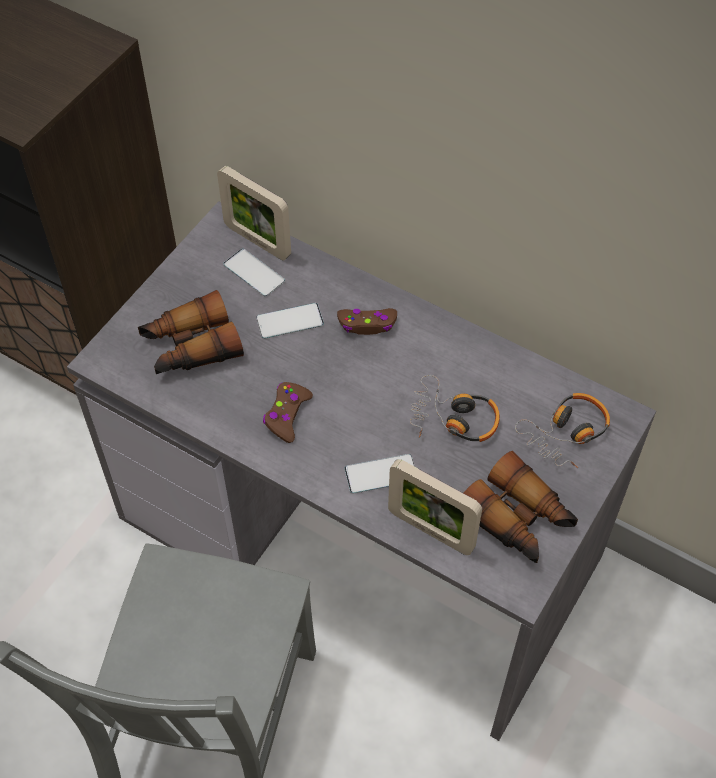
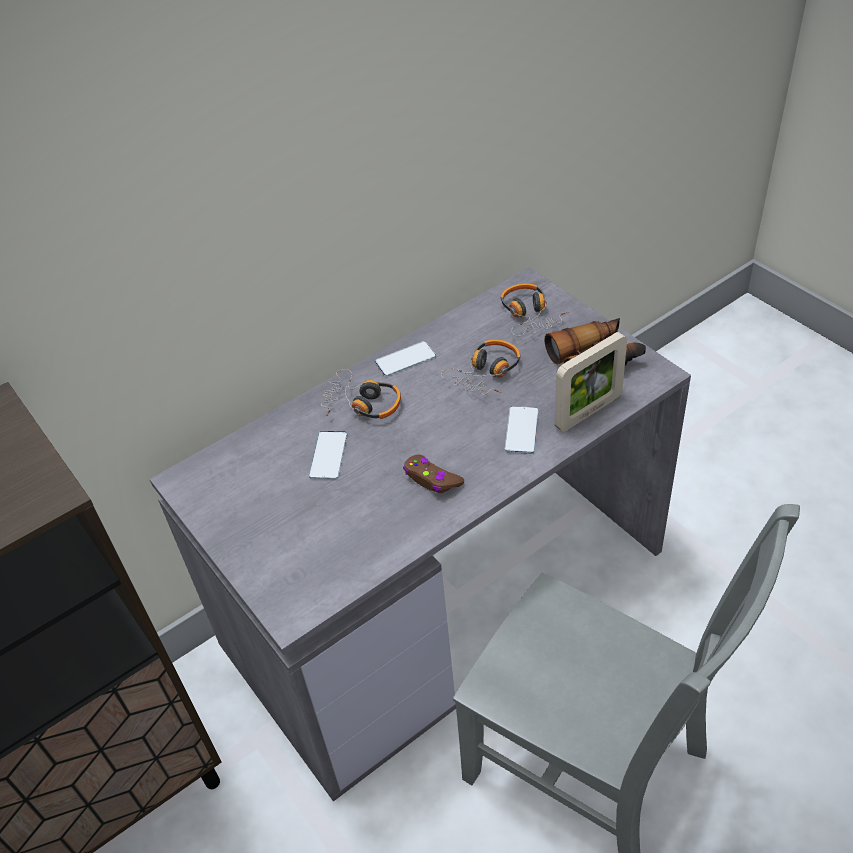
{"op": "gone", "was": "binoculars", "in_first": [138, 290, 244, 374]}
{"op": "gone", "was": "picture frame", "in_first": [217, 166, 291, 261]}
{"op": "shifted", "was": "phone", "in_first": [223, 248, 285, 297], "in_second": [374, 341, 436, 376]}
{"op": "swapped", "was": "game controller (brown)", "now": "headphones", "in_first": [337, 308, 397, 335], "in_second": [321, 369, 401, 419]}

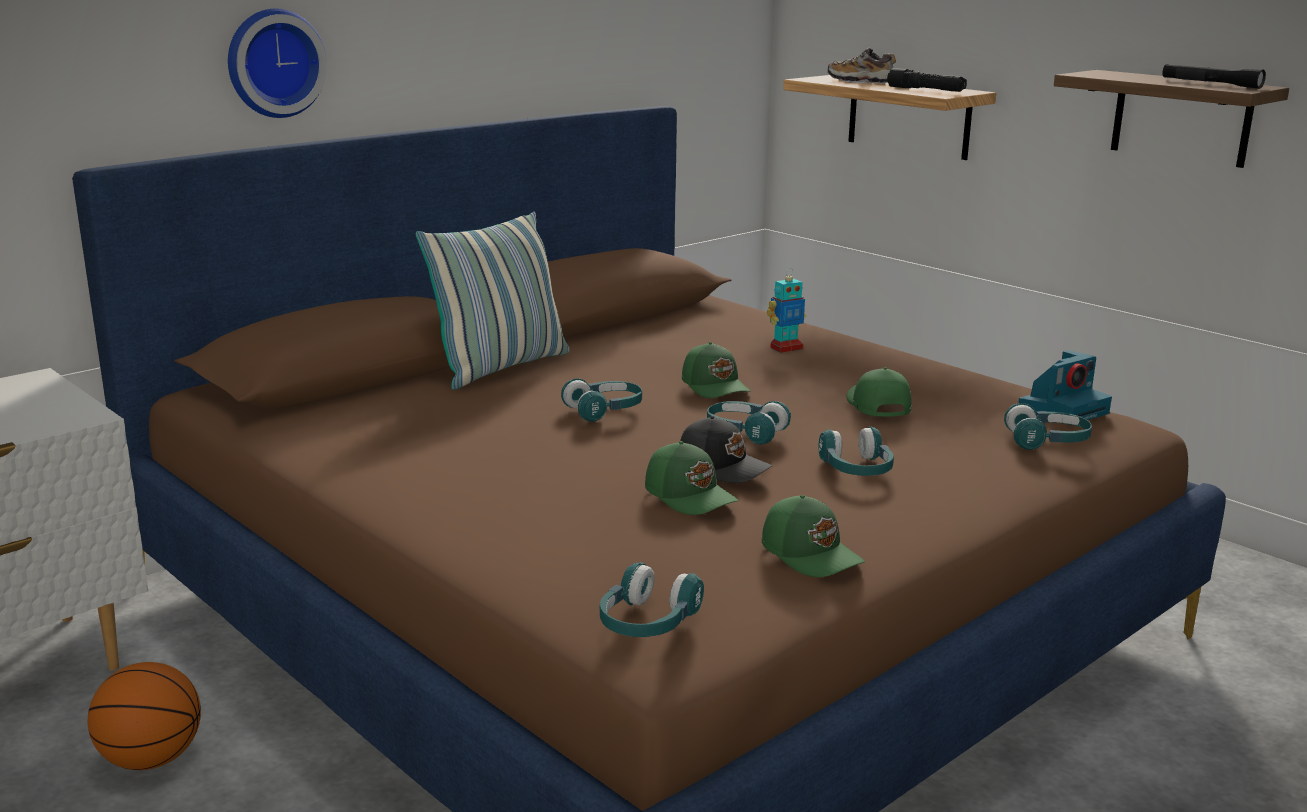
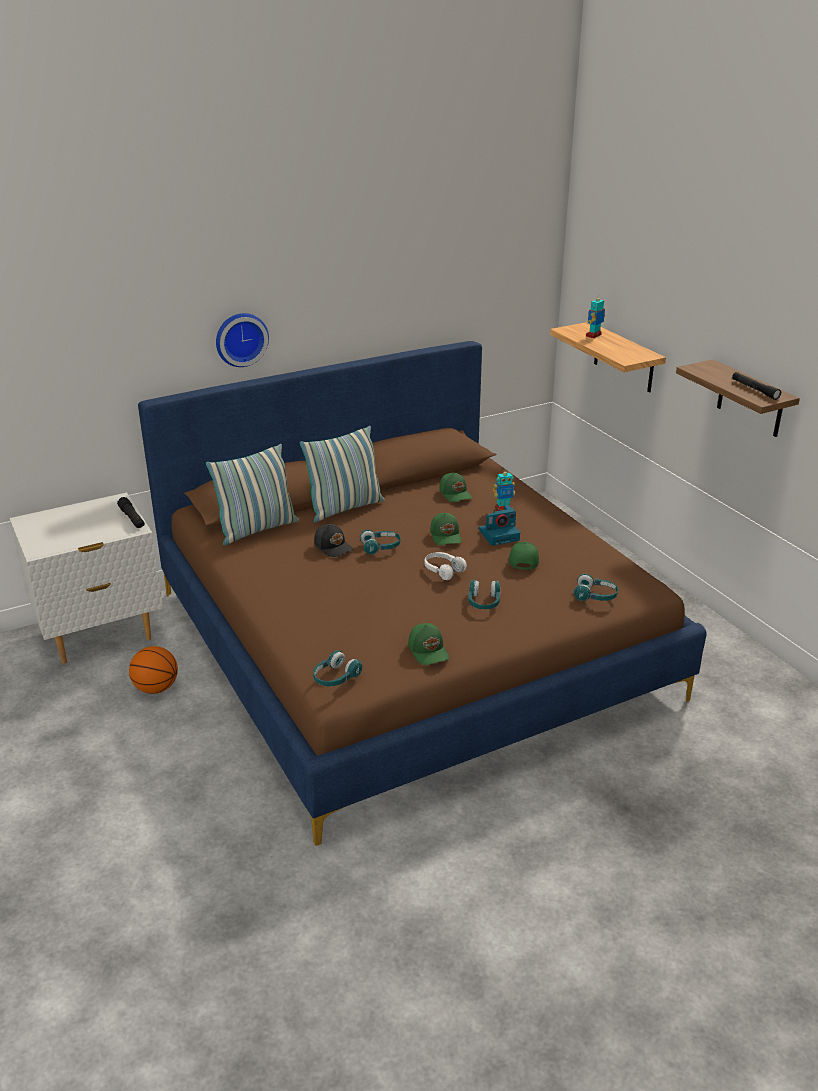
{"op": "shifted", "was": "cap (green)", "in_first": [645, 441, 739, 515], "in_second": [439, 473, 472, 502]}
{"op": "shifted", "was": "cap (black)", "in_first": [680, 416, 773, 483], "in_second": [314, 524, 353, 557]}
{"op": "repainted", "was": "headphones (turquoise)", "now": "headphones (white)", "in_first": [707, 401, 791, 445], "in_second": [425, 552, 467, 580]}
{"op": "swapped", "was": "shoe", "now": "toy robot", "in_first": [828, 47, 896, 84], "in_second": [586, 295, 605, 338]}
{"op": "shifted", "was": "flashlight (black)", "in_first": [887, 68, 967, 92], "in_second": [117, 497, 145, 528]}
{"op": "shifted", "was": "photo camera", "in_first": [1018, 350, 1112, 425], "in_second": [479, 505, 520, 546]}
{"op": "new", "now": "pillow", "in_second": [206, 444, 299, 545]}

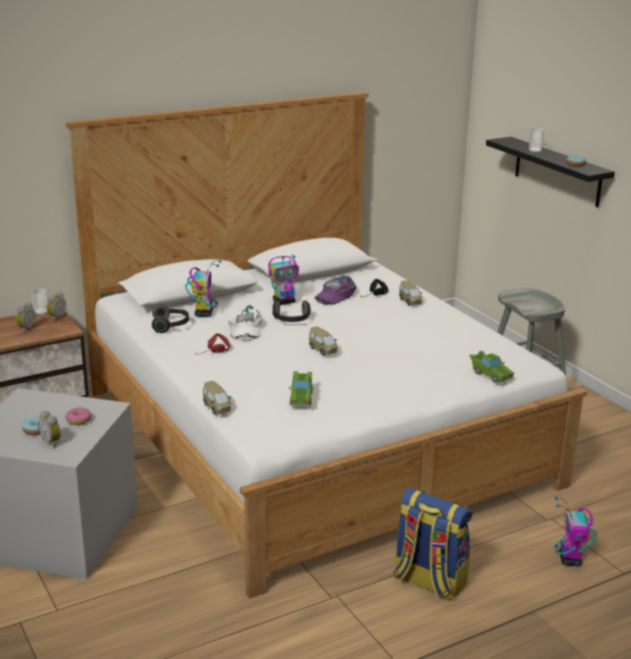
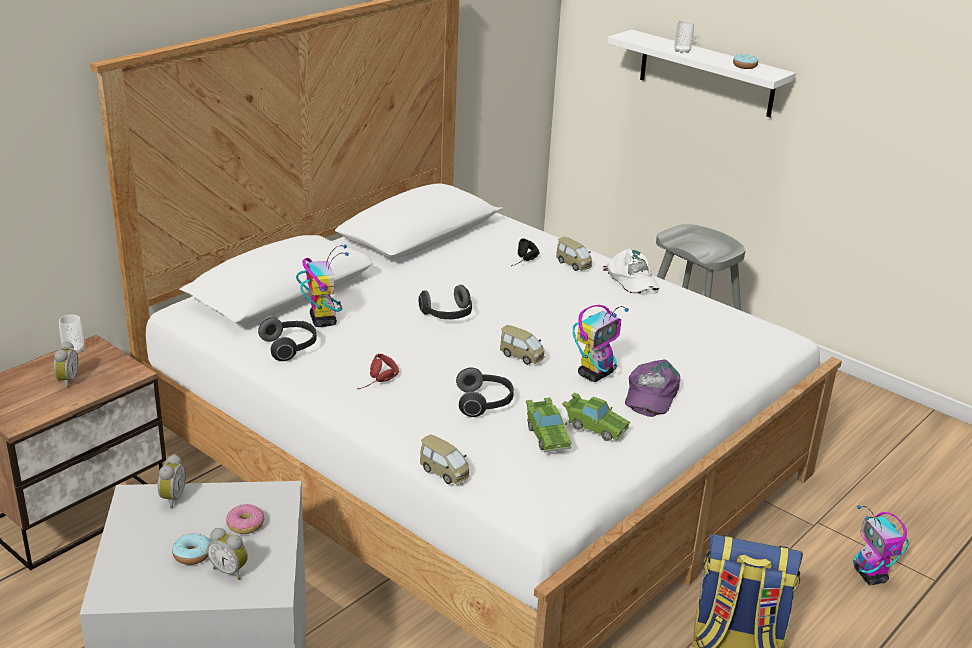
{"op": "shifted", "was": "alarm clock", "in_first": [47, 292, 67, 321], "in_second": [158, 454, 186, 508]}
{"op": "shifted", "was": "cap (white)", "in_first": [228, 304, 262, 340], "in_second": [602, 249, 660, 295]}
{"op": "shifted", "was": "toy robot", "in_first": [268, 255, 299, 305], "in_second": [573, 305, 629, 382]}
{"op": "shifted", "was": "cap (purple)", "in_first": [314, 276, 356, 305], "in_second": [625, 359, 680, 417]}
{"op": "shifted", "was": "toy car (green)", "in_first": [469, 351, 514, 383], "in_second": [562, 393, 630, 441]}
{"op": "repainted", "was": "shelf (black)", "now": "shelf (white)", "in_first": [486, 137, 615, 207], "in_second": [607, 29, 796, 117]}
{"op": "new", "now": "headphones", "in_second": [456, 367, 514, 417]}

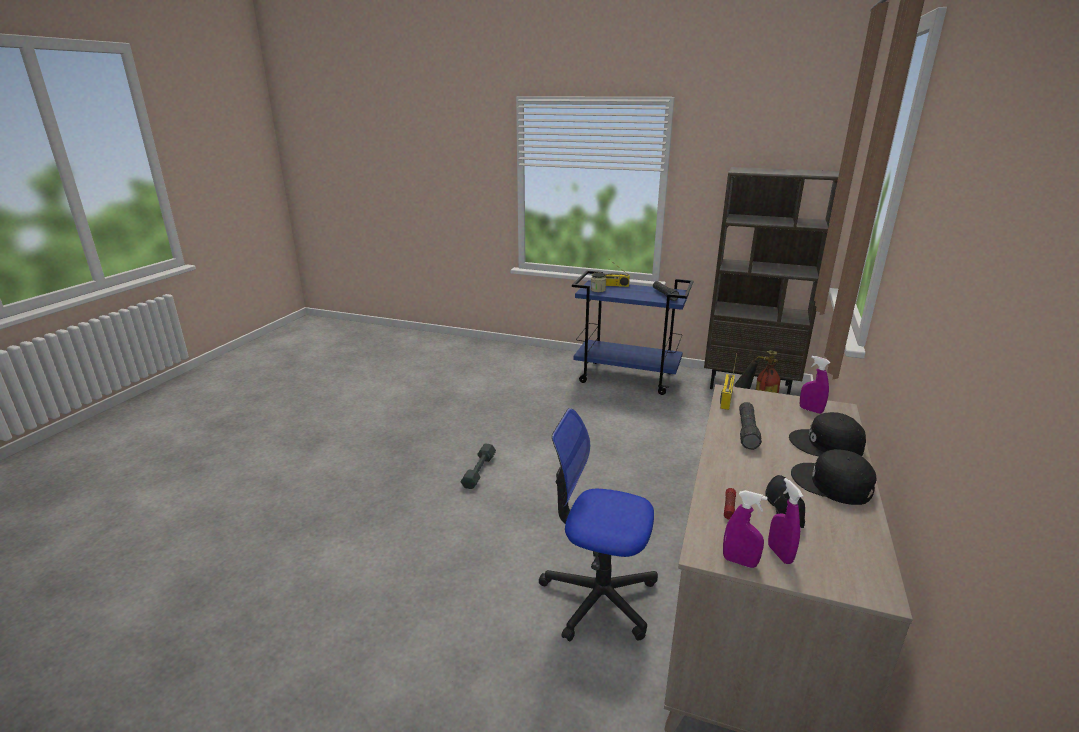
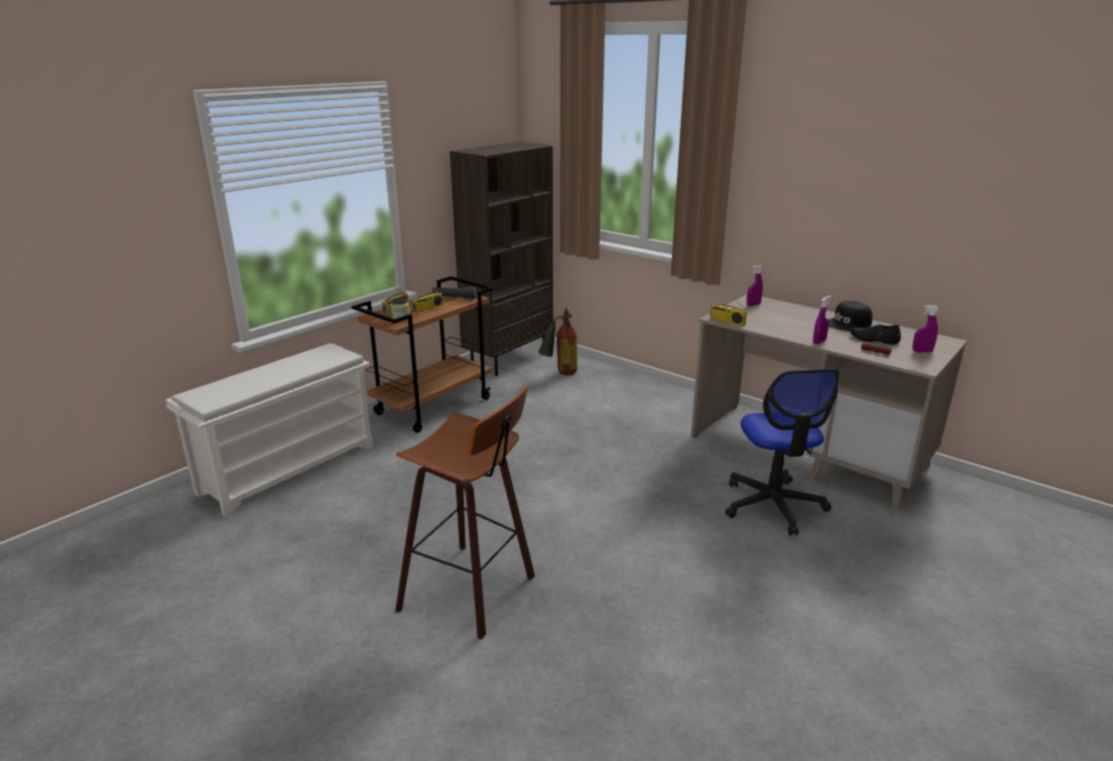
{"op": "gone", "was": "dumbbell (grey)", "in_first": [461, 443, 496, 489]}
{"op": "rotated", "was": "office chair", "in_first": [539, 408, 658, 642], "in_second": [725, 369, 839, 536], "clockwise": -45}
{"op": "repainted", "was": "cart (blue)", "now": "cart (brown)", "in_first": [572, 271, 693, 395], "in_second": [352, 276, 494, 433]}
{"op": "shifted", "was": "spray bottle (purple)", "in_first": [723, 490, 768, 568], "in_second": [813, 296, 831, 344]}
{"op": "gone", "was": "flashlight (black)", "in_first": [739, 402, 762, 450]}
{"op": "gone", "was": "cap (black)", "in_first": [789, 412, 866, 456]}
{"op": "new", "now": "shoe rack (white)", "in_second": [166, 343, 373, 517]}
{"op": "new", "now": "stool", "in_second": [395, 386, 535, 640]}
{"op": "new", "now": "radio", "in_second": [412, 279, 443, 313]}

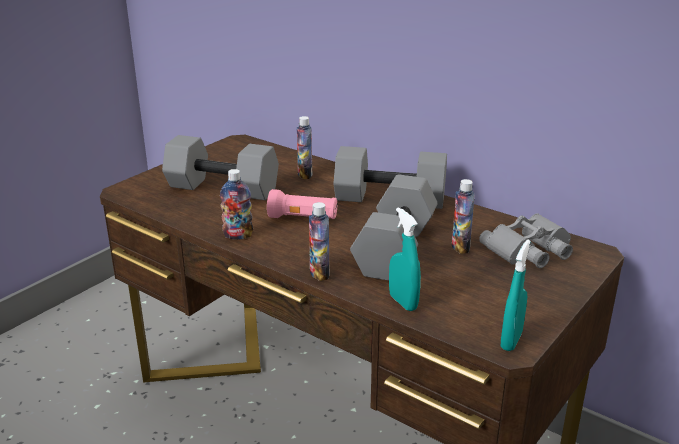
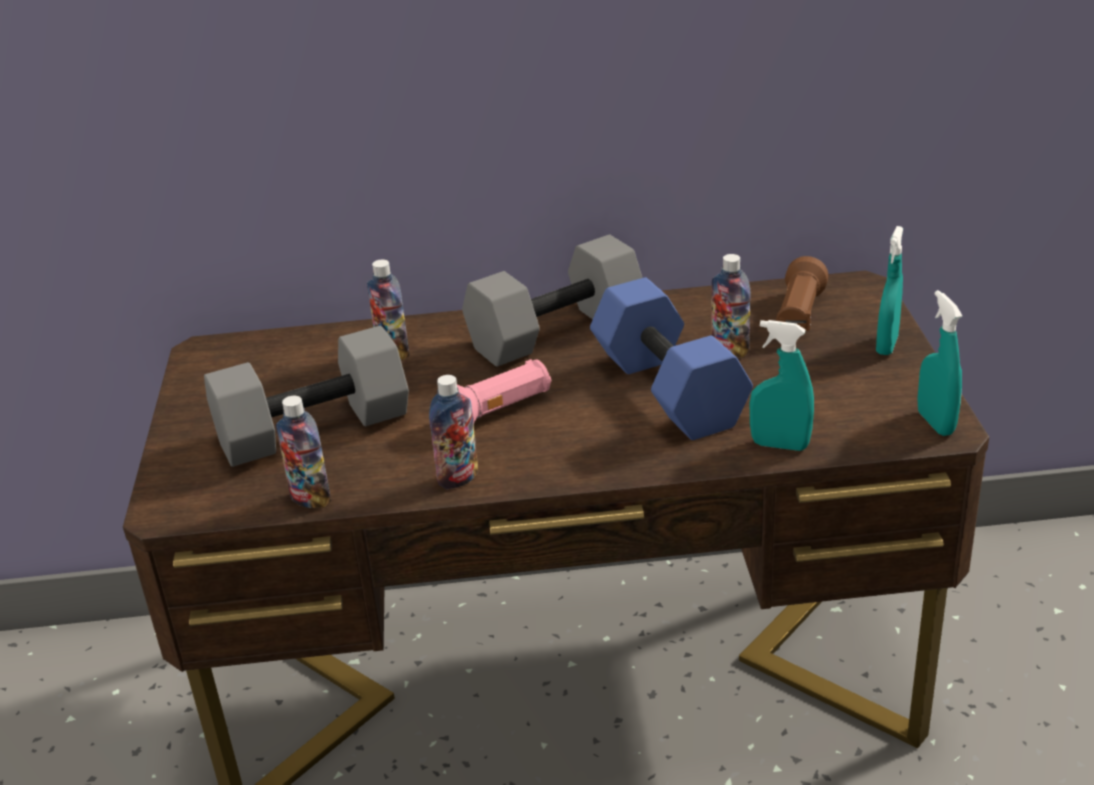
{"op": "shifted", "was": "bottle", "in_first": [309, 202, 329, 281], "in_second": [276, 396, 331, 508]}
{"op": "repainted", "was": "dumbbell (grey)", "now": "dumbbell (blue)", "in_first": [350, 174, 438, 281], "in_second": [590, 278, 753, 440]}
{"op": "swapped", "was": "binoculars (grey)", "now": "flashlight (brown)", "in_first": [479, 213, 573, 268], "in_second": [776, 256, 828, 331]}
{"op": "new", "now": "spray bottle (turquoise)", "in_second": [876, 226, 903, 355]}

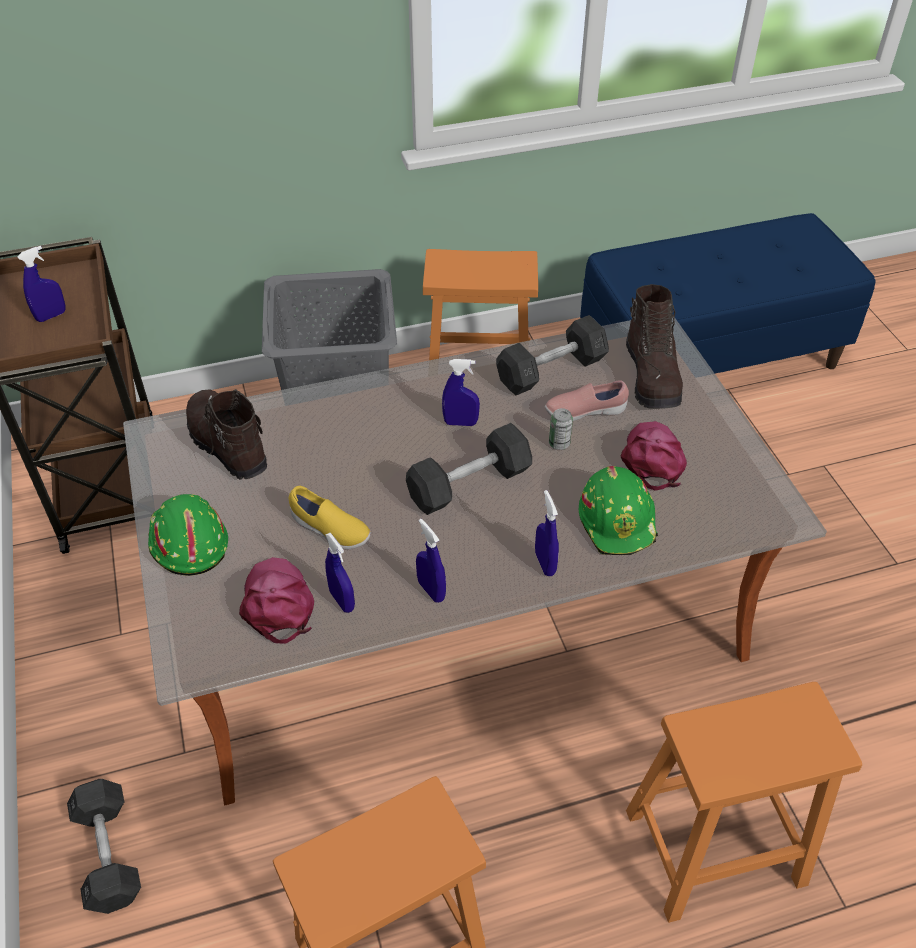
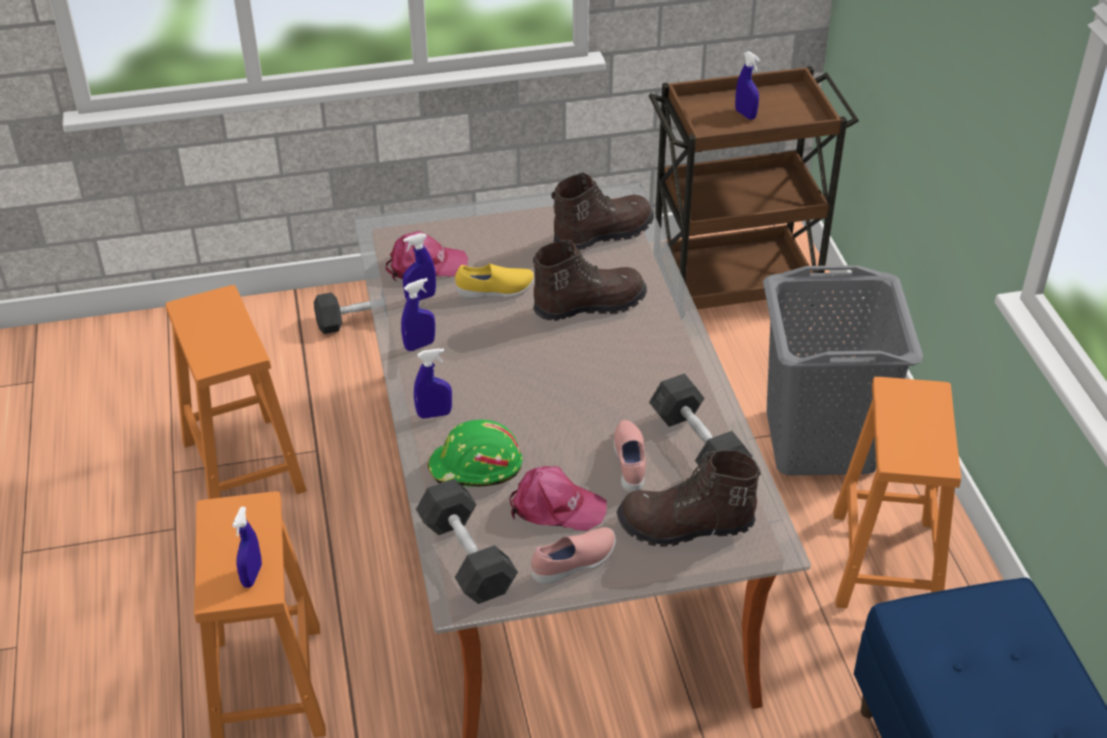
{"op": "gone", "was": "hard hat (green)", "in_first": [148, 494, 228, 576]}
{"op": "rotated", "was": "shoe (yellow)", "in_first": [289, 486, 371, 549], "in_second": [455, 264, 534, 299], "clockwise": -135}
{"op": "shifted", "was": "dumbbell (grey)", "in_first": [406, 423, 532, 515], "in_second": [416, 479, 518, 604]}
{"op": "shifted", "was": "spray bottle (blue)", "in_first": [442, 359, 480, 426], "in_second": [232, 507, 262, 588]}
{"op": "gone", "was": "can", "in_first": [549, 408, 573, 450]}
{"op": "new", "now": "shoe (pink)", "in_second": [531, 527, 616, 584]}
{"op": "new", "now": "boot (brown)", "in_second": [533, 239, 647, 321]}

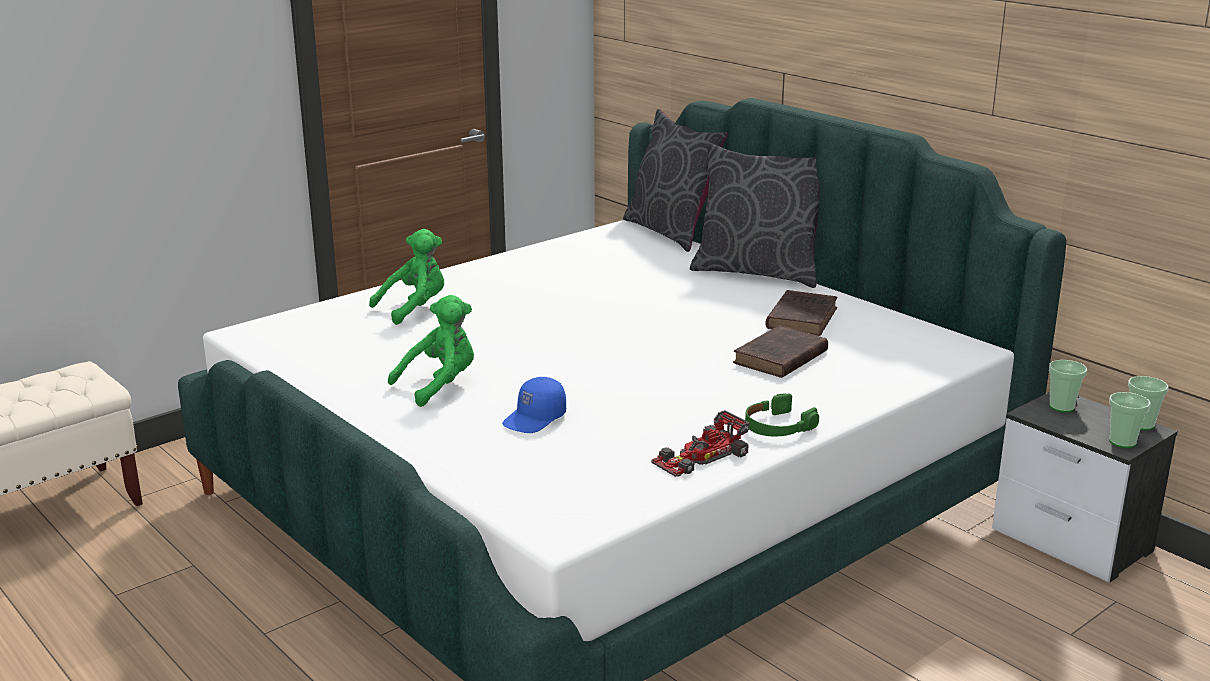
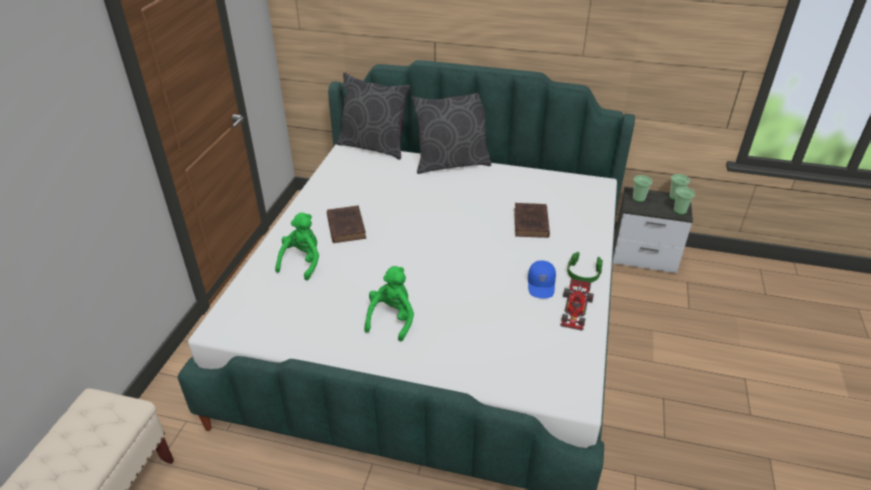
{"op": "shifted", "was": "cap (blue)", "in_first": [502, 377, 566, 433], "in_second": [528, 260, 556, 299]}
{"op": "shifted", "was": "book (brown)", "in_first": [766, 290, 838, 336], "in_second": [327, 206, 366, 243]}

